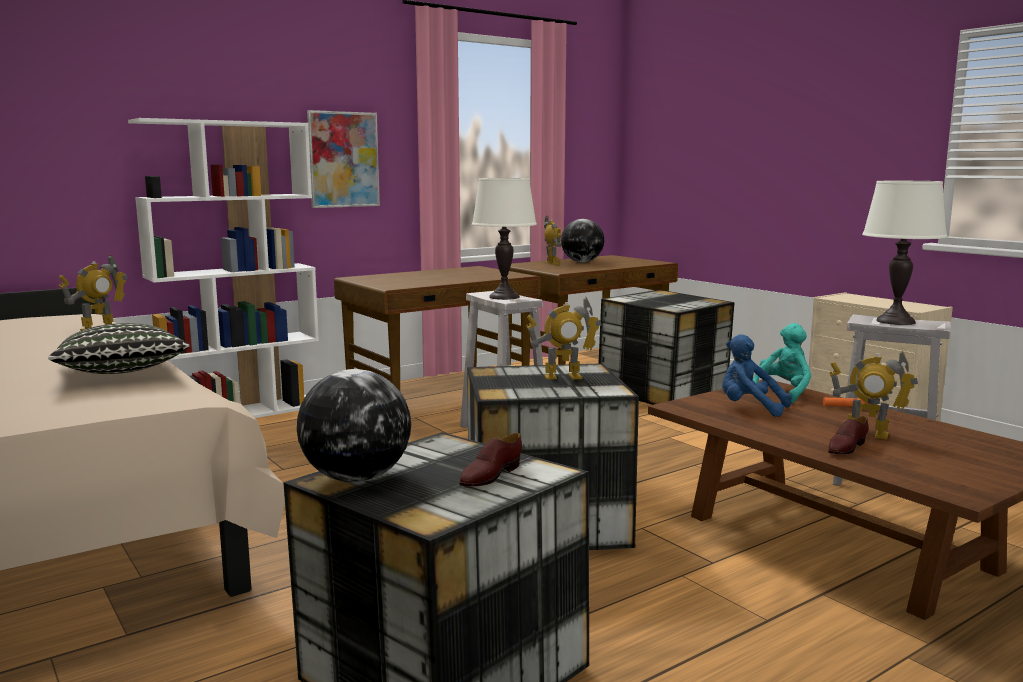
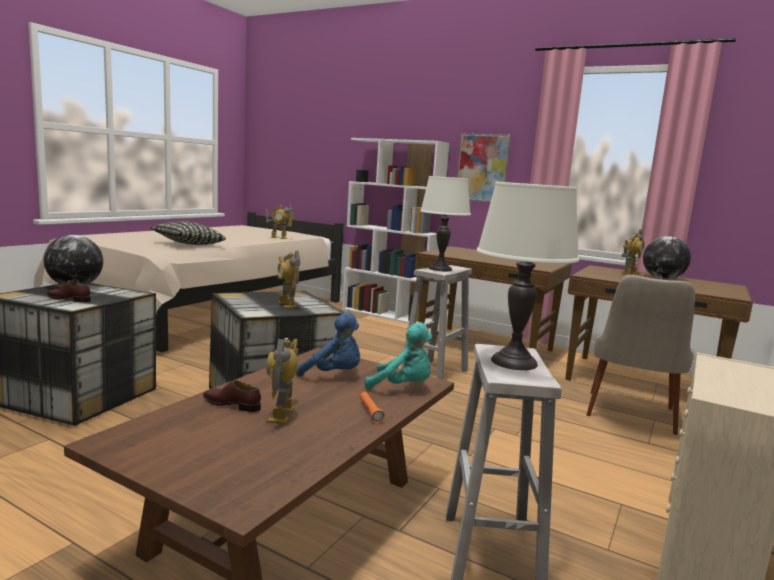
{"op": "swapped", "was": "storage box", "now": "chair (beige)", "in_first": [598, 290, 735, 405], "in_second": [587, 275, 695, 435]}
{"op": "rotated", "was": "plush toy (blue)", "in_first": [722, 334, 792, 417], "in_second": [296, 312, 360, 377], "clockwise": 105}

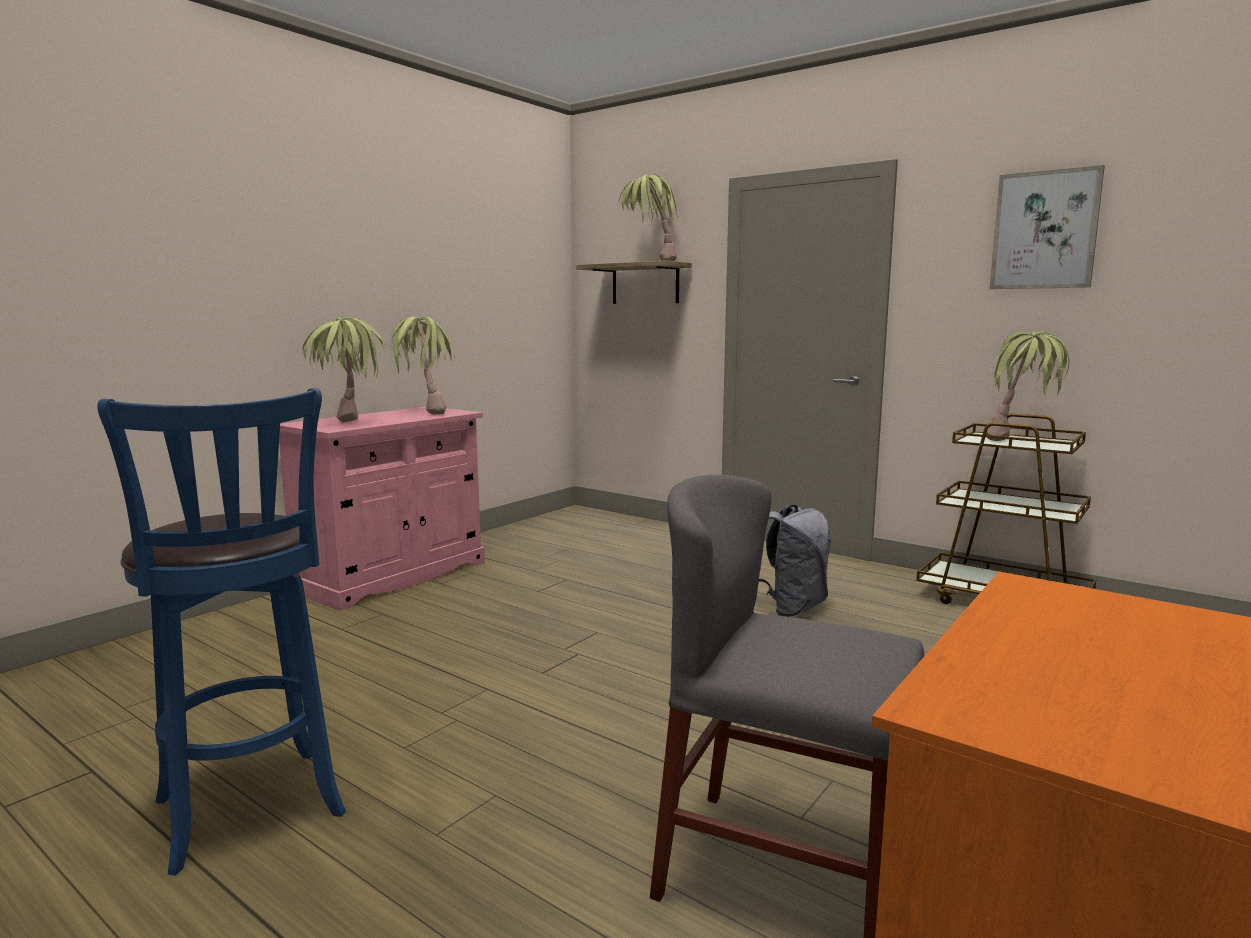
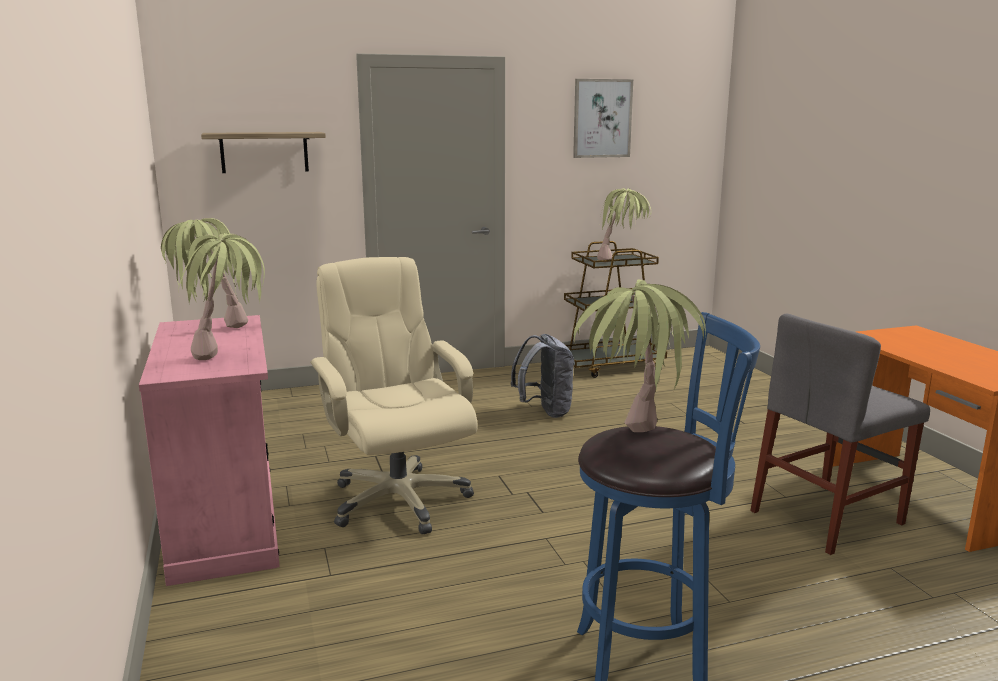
{"op": "shifted", "was": "potted plant", "in_first": [619, 175, 678, 261], "in_second": [574, 280, 706, 432]}
{"op": "new", "now": "office chair (beige)", "in_second": [310, 257, 478, 534]}

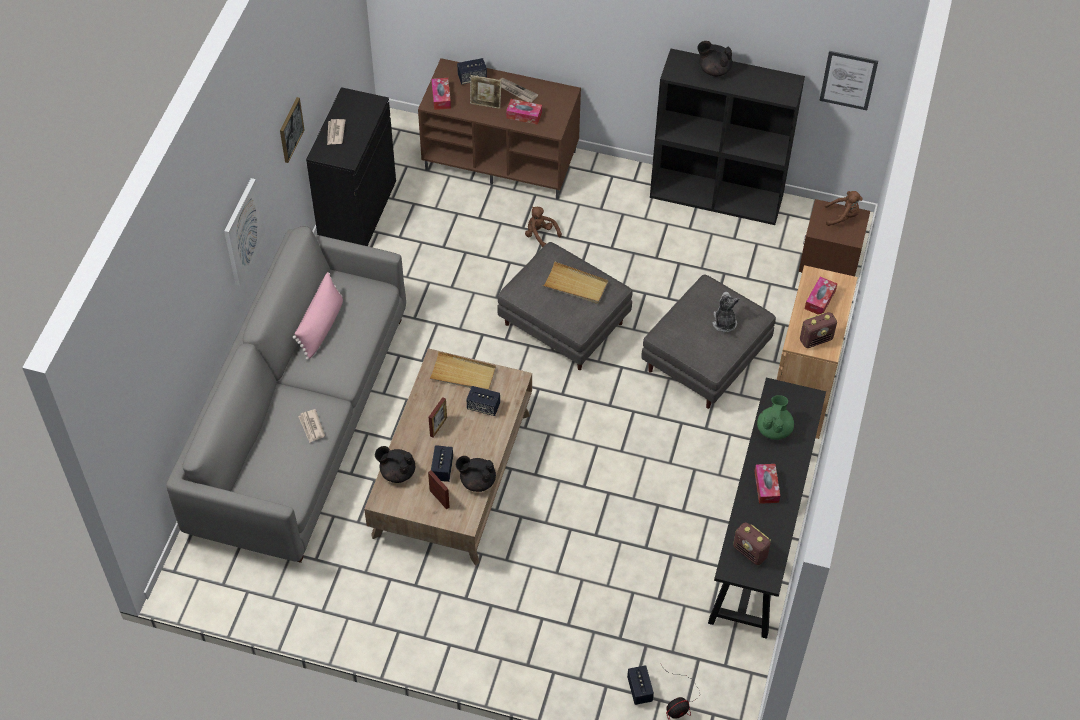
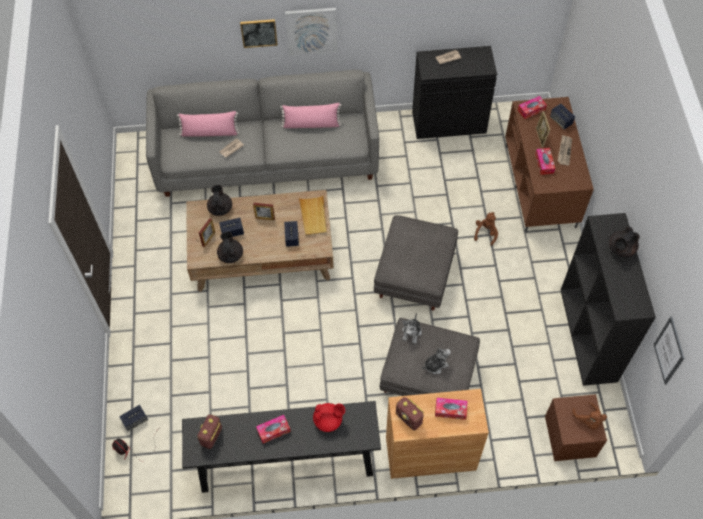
{"op": "shifted", "was": "picture", "in_first": [280, 97, 305, 163], "in_second": [240, 19, 278, 48]}
{"op": "gone", "was": "tray (beige)", "in_first": [543, 261, 608, 304]}
{"op": "rotated", "was": "teapot (black)", "in_first": [697, 41, 732, 76], "in_second": [609, 227, 640, 257], "clockwise": -135}
{"op": "repainted", "was": "teapot (green)", "now": "teapot (red)", "in_first": [757, 395, 794, 440], "in_second": [313, 403, 345, 432]}
{"op": "new", "now": "pillow (pink)", "in_second": [177, 111, 239, 137]}
{"op": "new", "now": "plush toy", "in_second": [402, 313, 422, 344]}

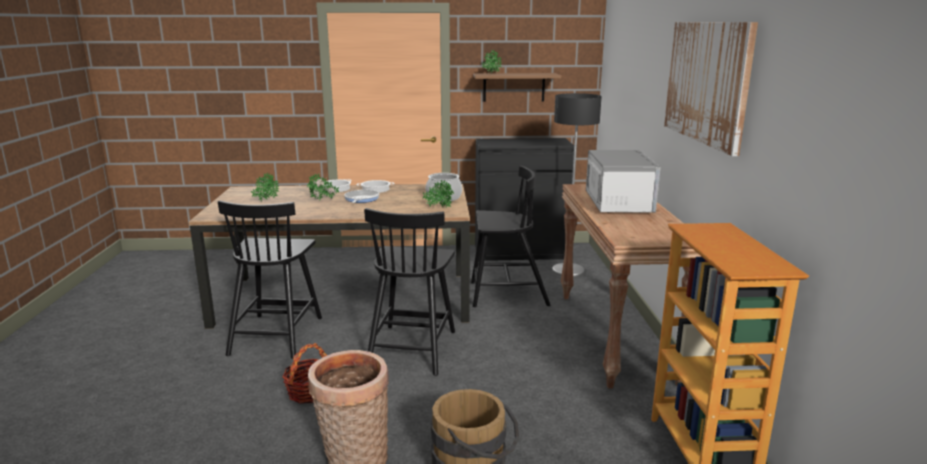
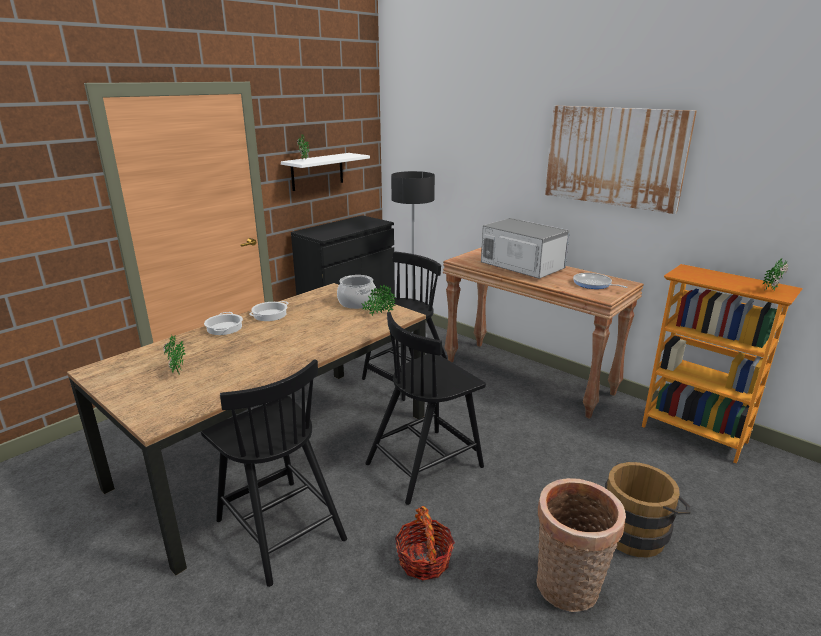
{"op": "shifted", "was": "potted plant", "in_first": [307, 173, 339, 201], "in_second": [763, 259, 788, 291]}
{"op": "shifted", "was": "frying pan", "in_first": [344, 190, 379, 203], "in_second": [573, 273, 628, 289]}
{"op": "rotated", "was": "chair (black)", "in_first": [364, 208, 455, 376], "in_second": [365, 312, 486, 505], "clockwise": 90}
{"op": "repainted", "was": "shelf (brown)", "now": "shelf (white)", "in_first": [473, 73, 561, 102], "in_second": [281, 153, 370, 191]}

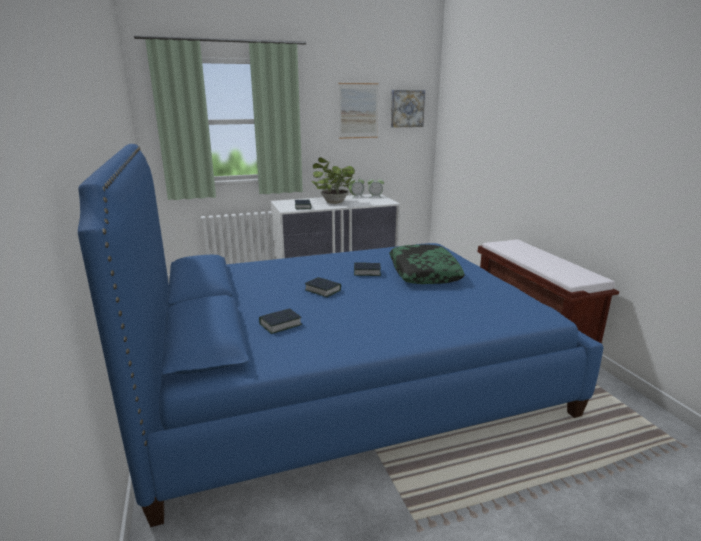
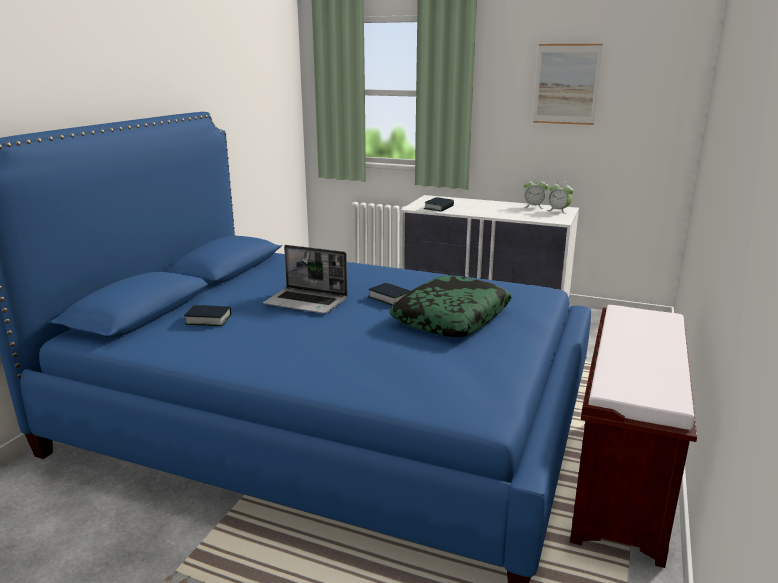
{"op": "swapped", "was": "book", "now": "laptop", "in_first": [305, 277, 341, 297], "in_second": [263, 245, 348, 314]}
{"op": "gone", "was": "potted plant", "in_first": [311, 157, 355, 204]}
{"op": "gone", "was": "picture", "in_first": [391, 90, 425, 128]}

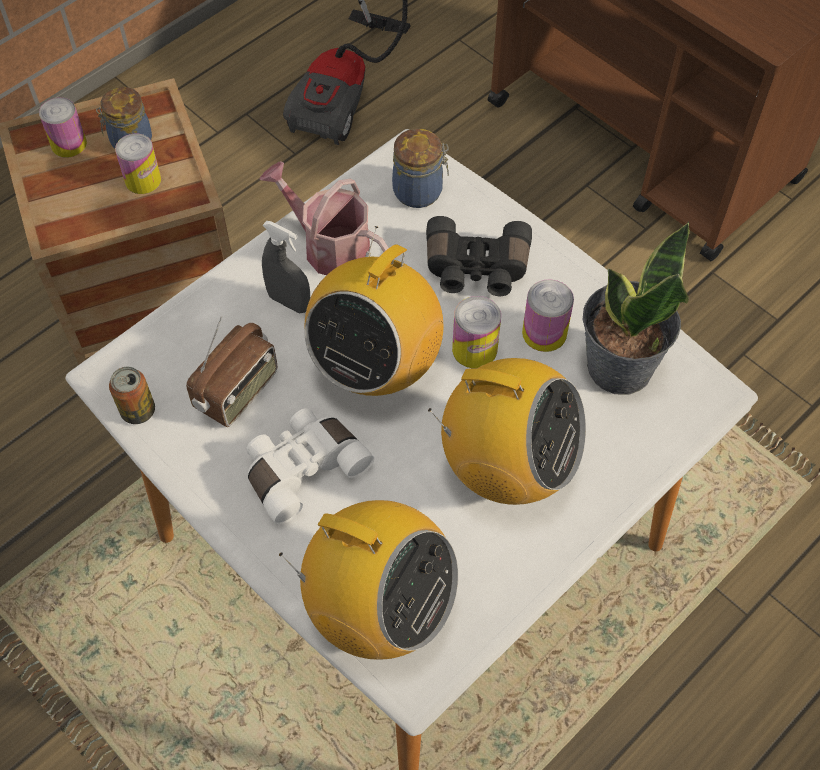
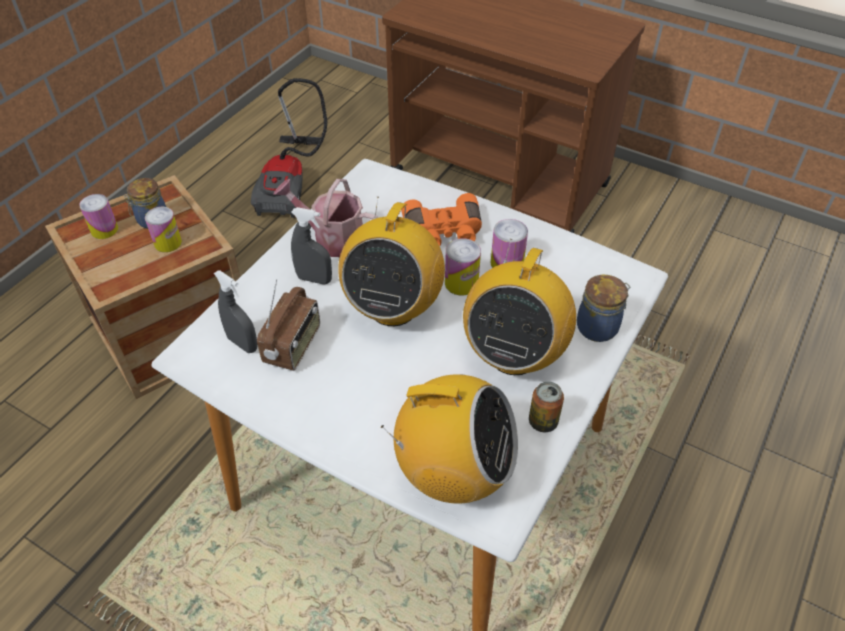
{"op": "shifted", "was": "can", "in_first": [109, 366, 155, 424], "in_second": [529, 381, 564, 432]}
{"op": "gone", "was": "binoculars (white)", "in_first": [246, 408, 374, 525]}
{"op": "shifted", "was": "jar", "in_first": [392, 129, 449, 208], "in_second": [577, 274, 630, 342]}
{"op": "repainted", "was": "binoculars (black)", "now": "binoculars (orange)", "in_first": [426, 216, 532, 296], "in_second": [401, 193, 482, 246]}
{"op": "rotated", "was": "radio", "in_first": [428, 358, 586, 505], "in_second": [463, 239, 576, 375], "clockwise": 105}
{"op": "gone", "was": "potted plant", "in_first": [583, 221, 690, 395]}
{"op": "new", "now": "spray bottle (grey)", "in_second": [214, 270, 258, 353]}

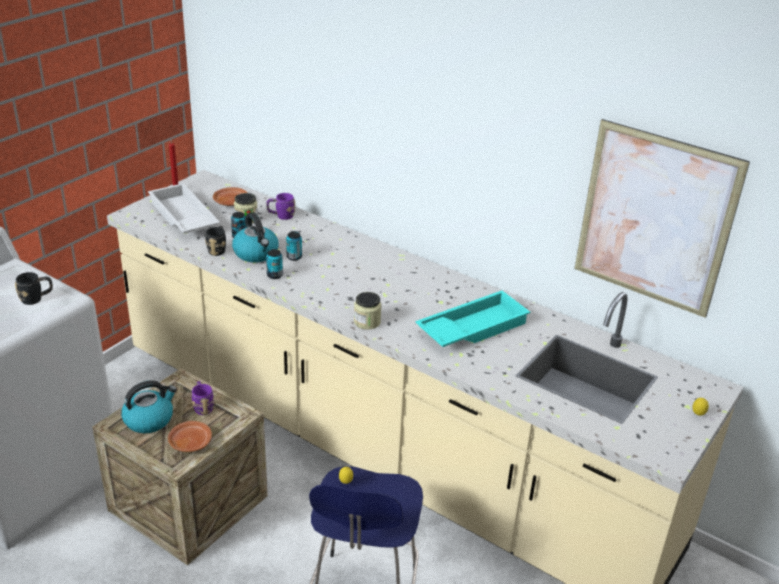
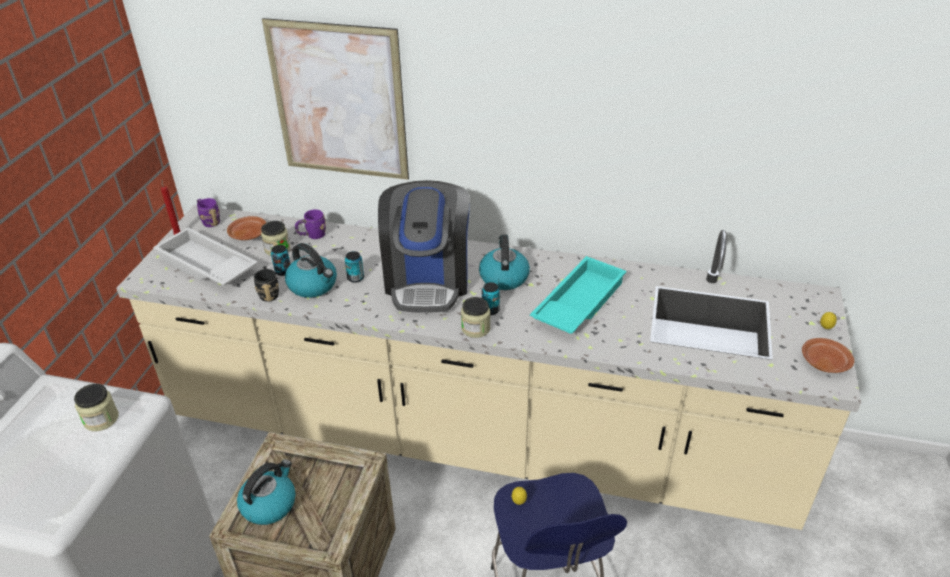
{"op": "swapped", "was": "mug (black)", "now": "jar", "in_first": [15, 272, 53, 305], "in_second": [74, 384, 119, 431]}
{"op": "shifted", "was": "plate (brown)", "in_first": [168, 421, 212, 452], "in_second": [802, 338, 854, 373]}
{"op": "shifted", "was": "mug (purple)", "in_first": [192, 381, 214, 415], "in_second": [197, 198, 220, 227]}
{"op": "shifted", "was": "can", "in_first": [266, 249, 283, 279], "in_second": [482, 282, 500, 315]}
{"op": "shifted", "was": "picture", "in_first": [574, 119, 750, 318], "in_second": [262, 18, 409, 180]}
{"op": "new", "now": "coffee machine", "in_second": [378, 180, 470, 313]}
{"op": "new", "now": "kettle", "in_second": [479, 235, 530, 290]}

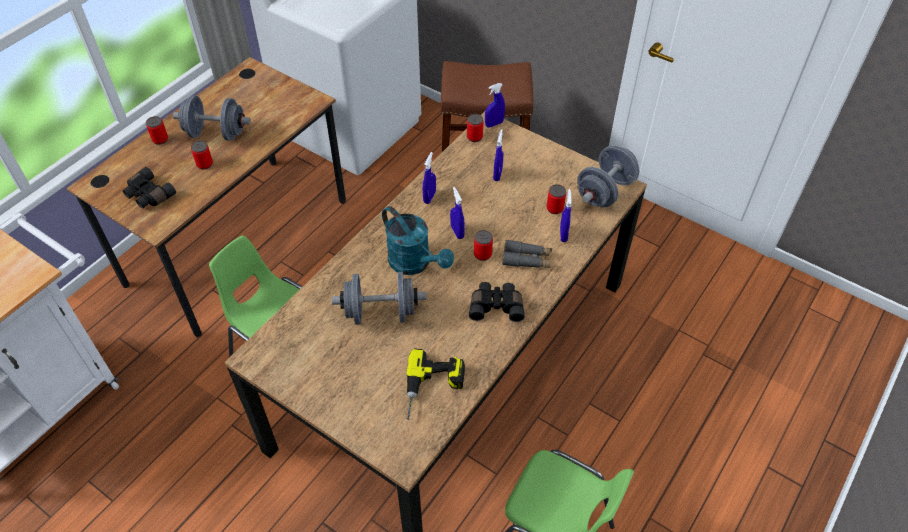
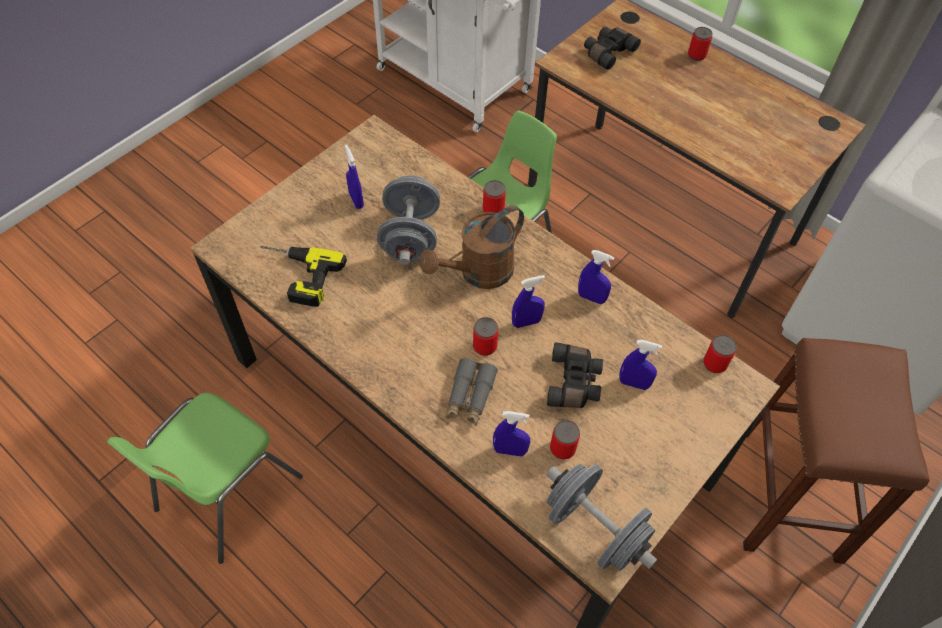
{"op": "gone", "was": "dumbbell (grey)", "in_first": [173, 95, 251, 141]}
{"op": "shifted", "was": "can", "in_first": [191, 141, 213, 170], "in_second": [483, 180, 506, 213]}
{"op": "repainted", "was": "watering can (turquoise)", "now": "watering can (brown)", "in_first": [382, 206, 454, 275], "in_second": [419, 205, 524, 289]}
{"op": "shifted", "was": "binoculars (black)", "in_first": [469, 282, 524, 322], "in_second": [547, 342, 603, 408]}
{"op": "shifted", "was": "spray bottle (blue)", "in_first": [485, 83, 505, 128], "in_second": [345, 145, 364, 209]}

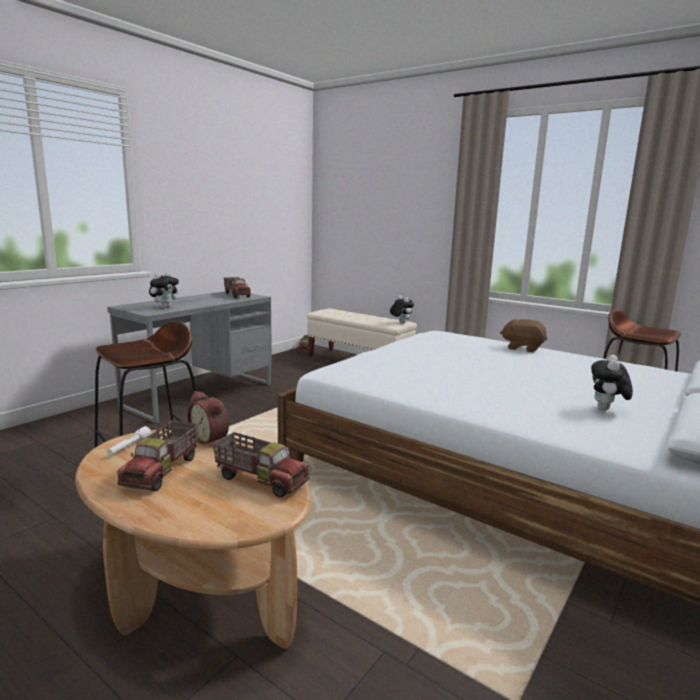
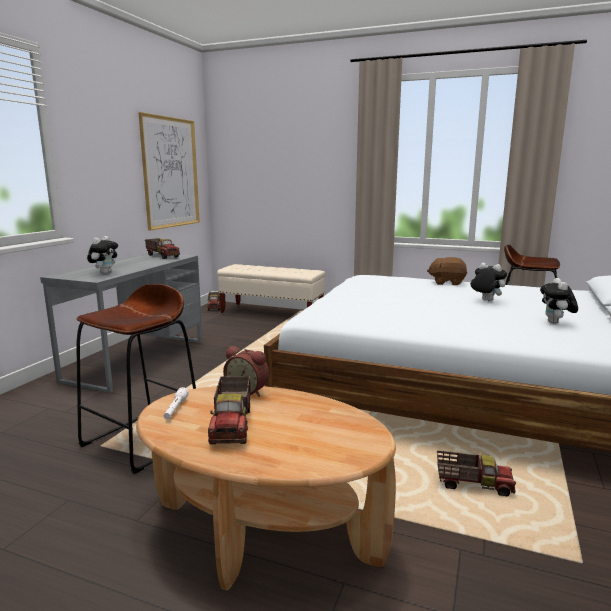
{"op": "shifted", "was": "toy truck", "in_first": [212, 432, 310, 498], "in_second": [437, 450, 516, 496]}
{"op": "shifted", "was": "plush toy", "in_first": [390, 296, 414, 323], "in_second": [470, 263, 507, 301]}
{"op": "new", "now": "picture", "in_second": [138, 112, 200, 230]}

